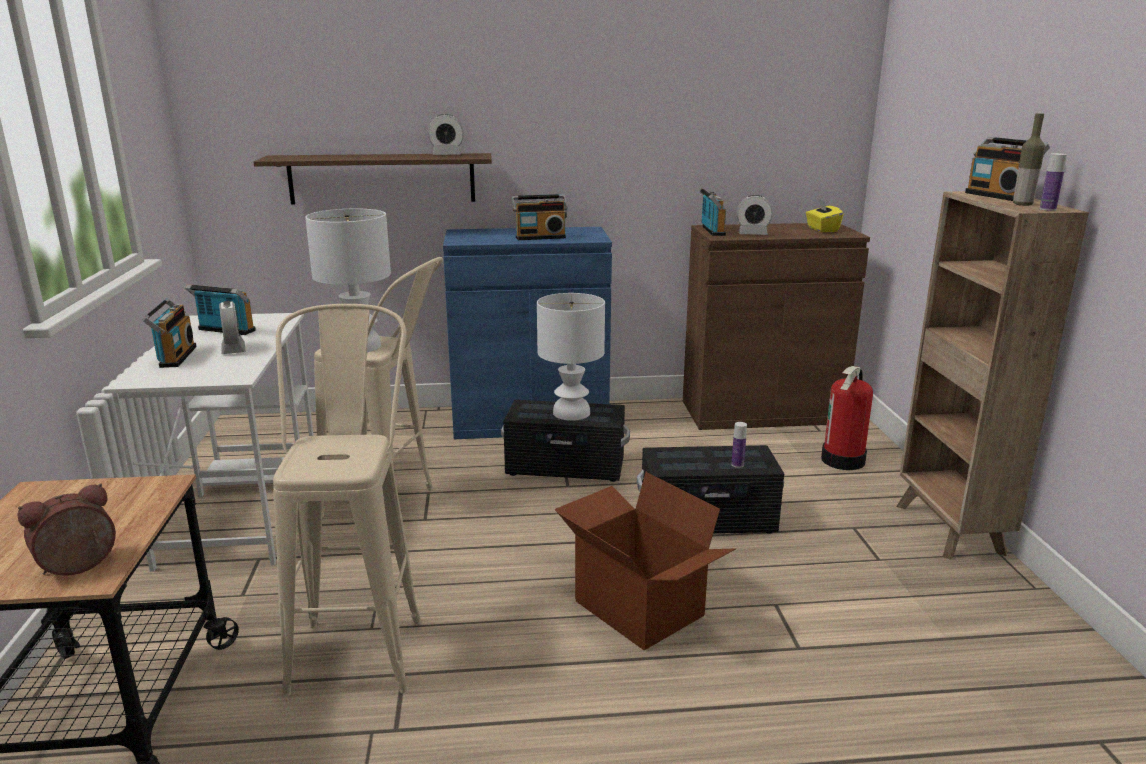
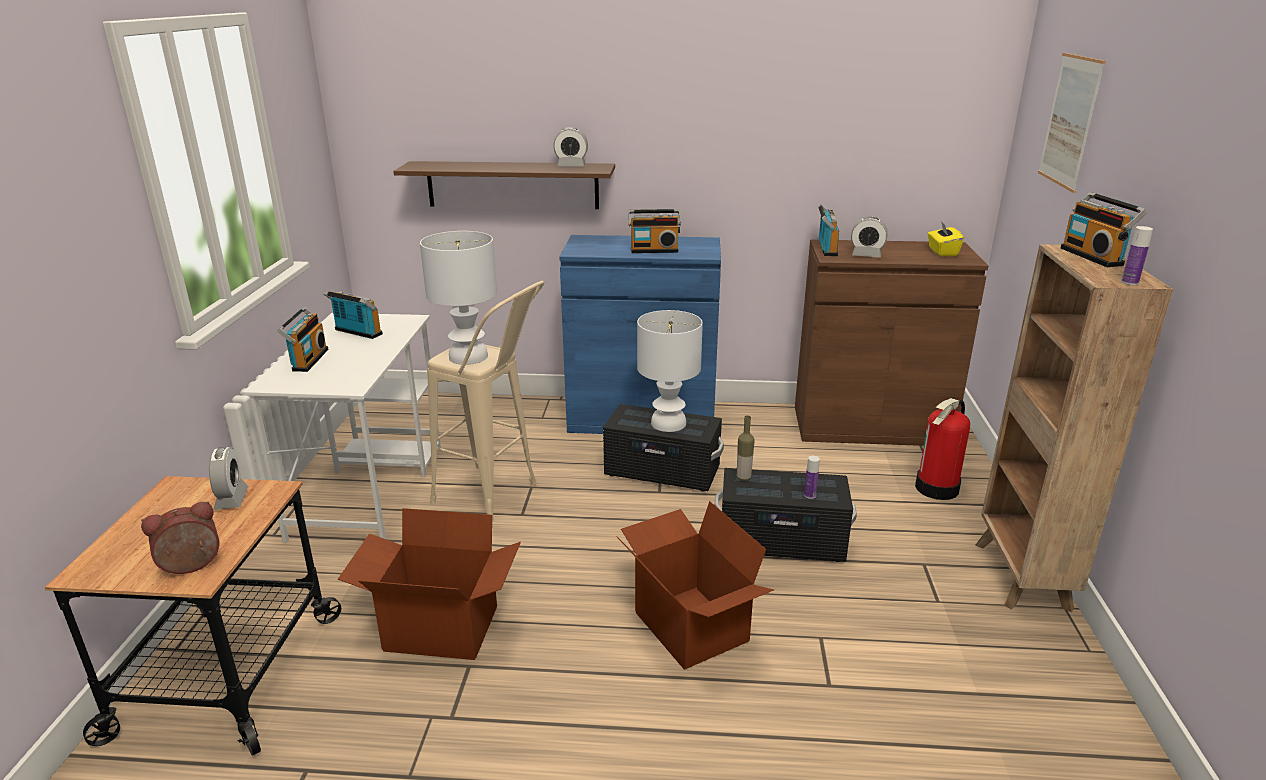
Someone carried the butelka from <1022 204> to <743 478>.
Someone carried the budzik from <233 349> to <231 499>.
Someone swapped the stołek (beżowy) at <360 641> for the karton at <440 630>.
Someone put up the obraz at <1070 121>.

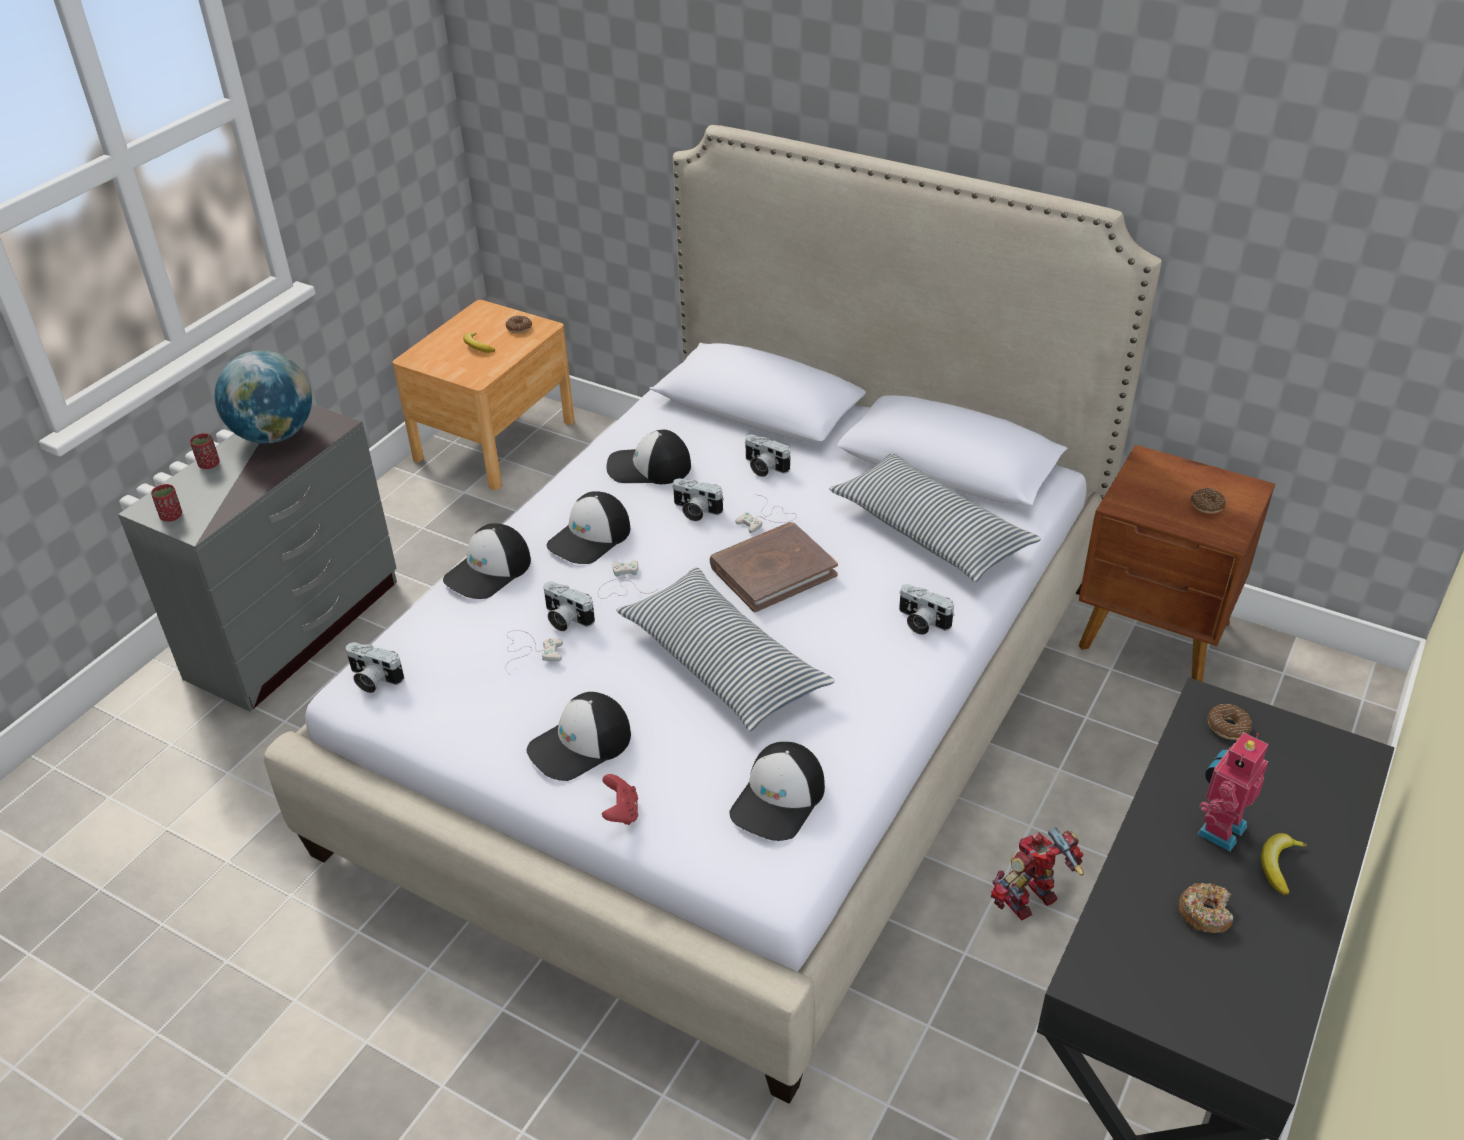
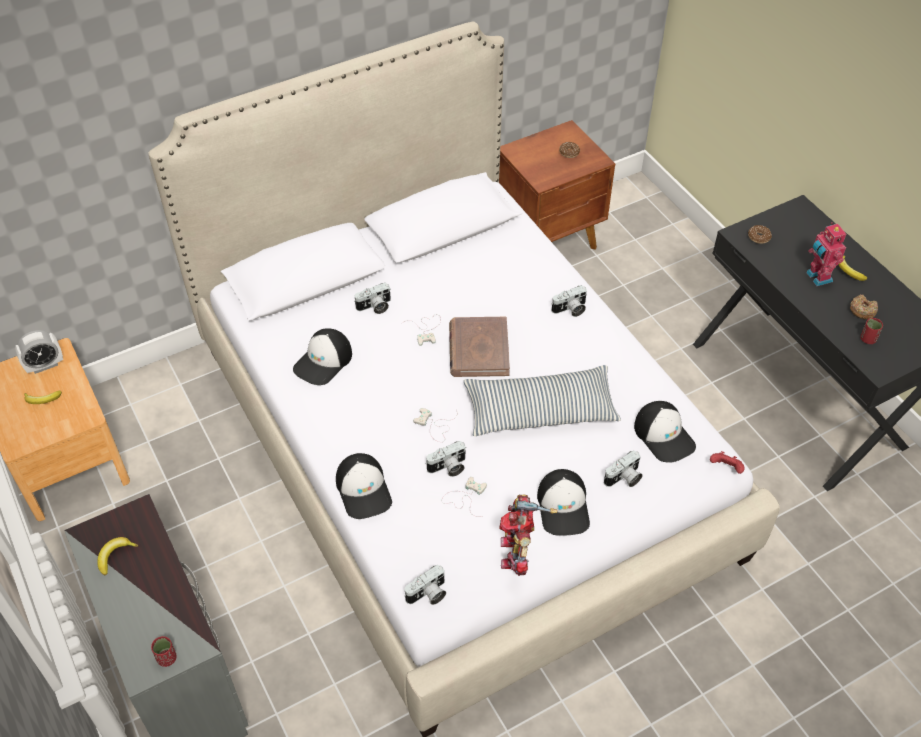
Someone swapped the donut at <519 328> for the budzik at <45 365>.
Someone swapped the globus at <275 435> for the banan at <115 556>.
Someone carried the filiżanka (czerwony) from <209 464> to <868 339>.
Someone took away the poduszka at <930 531>.
Someone carried the aparat fotograficzny from <695 511> to <624 479>.
Someone took away the czapka z daszkiem at <590 538>.
Someone carried the pad do gier (czerwony) from <621 812> to <726 468>.
Someone carried the robot zabawkowy from <1032 902> to <517 553>.

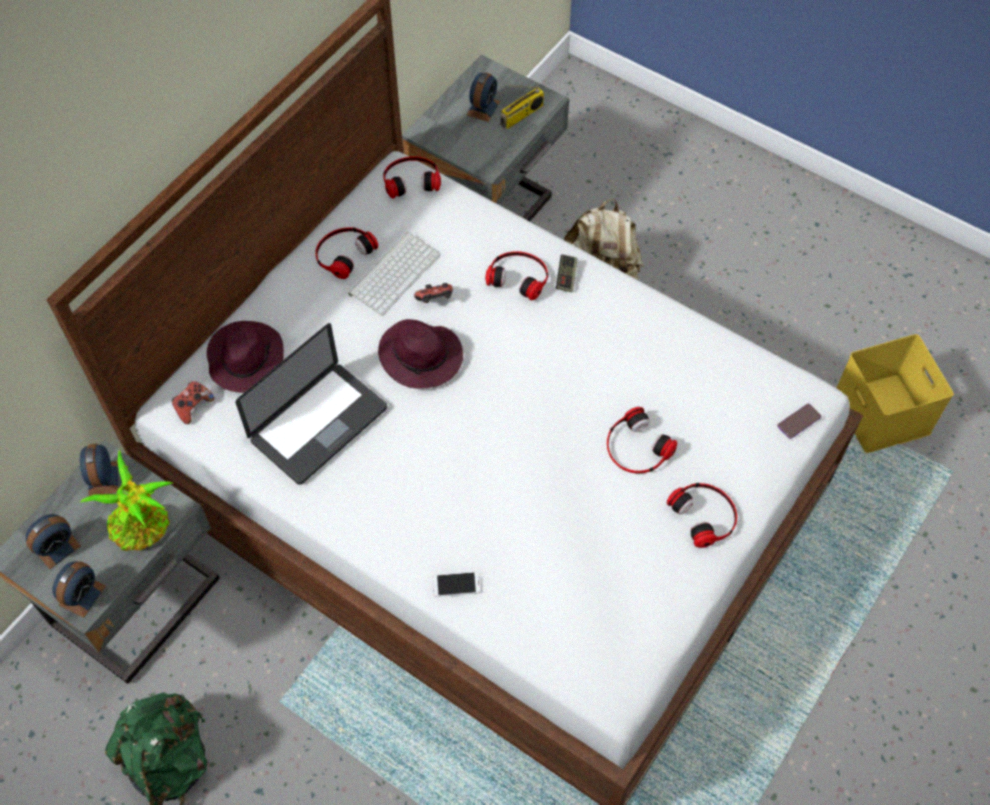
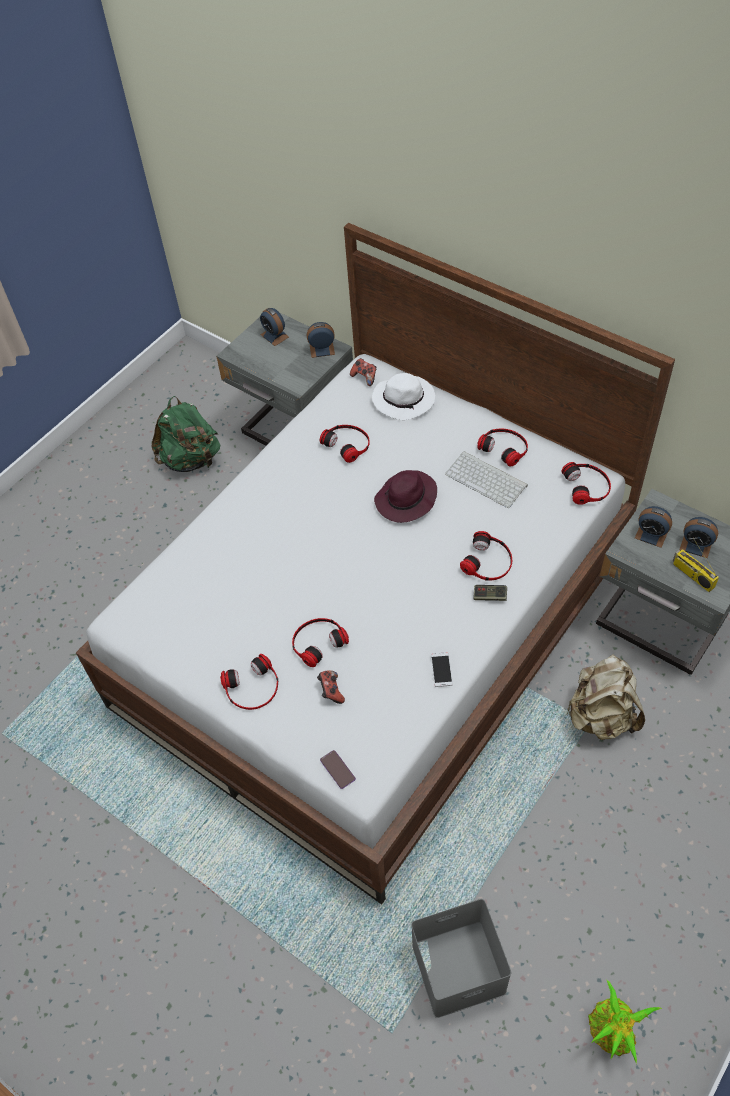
Someone carried the pad do gier from <435 300> to <331 691>.
Someone repainted the kapelusz (fioletowy) at <245 358>, which became the kapelusz (biały) at <404 400>.
Someone swapped the laptop at <319 424> for the słuchawki at <348 444>.
Someone repainted the pojemnik do przechowywania (żółty) at <879 412>, which became the pojemnik do przechowywania (szary) at <459 966>.
Someone carried the roślina doniczkowa from <143 527> to <613 1032>.
Someone carried the budzik from <82 595> to <651 535>.
Someone carried the telefon from <456 584> to <441 670>.

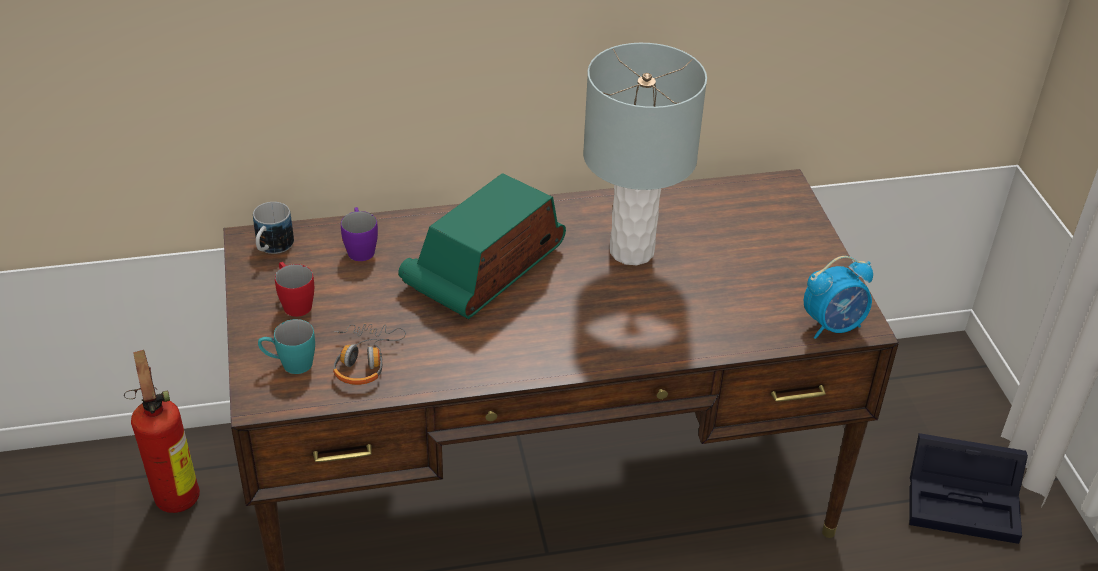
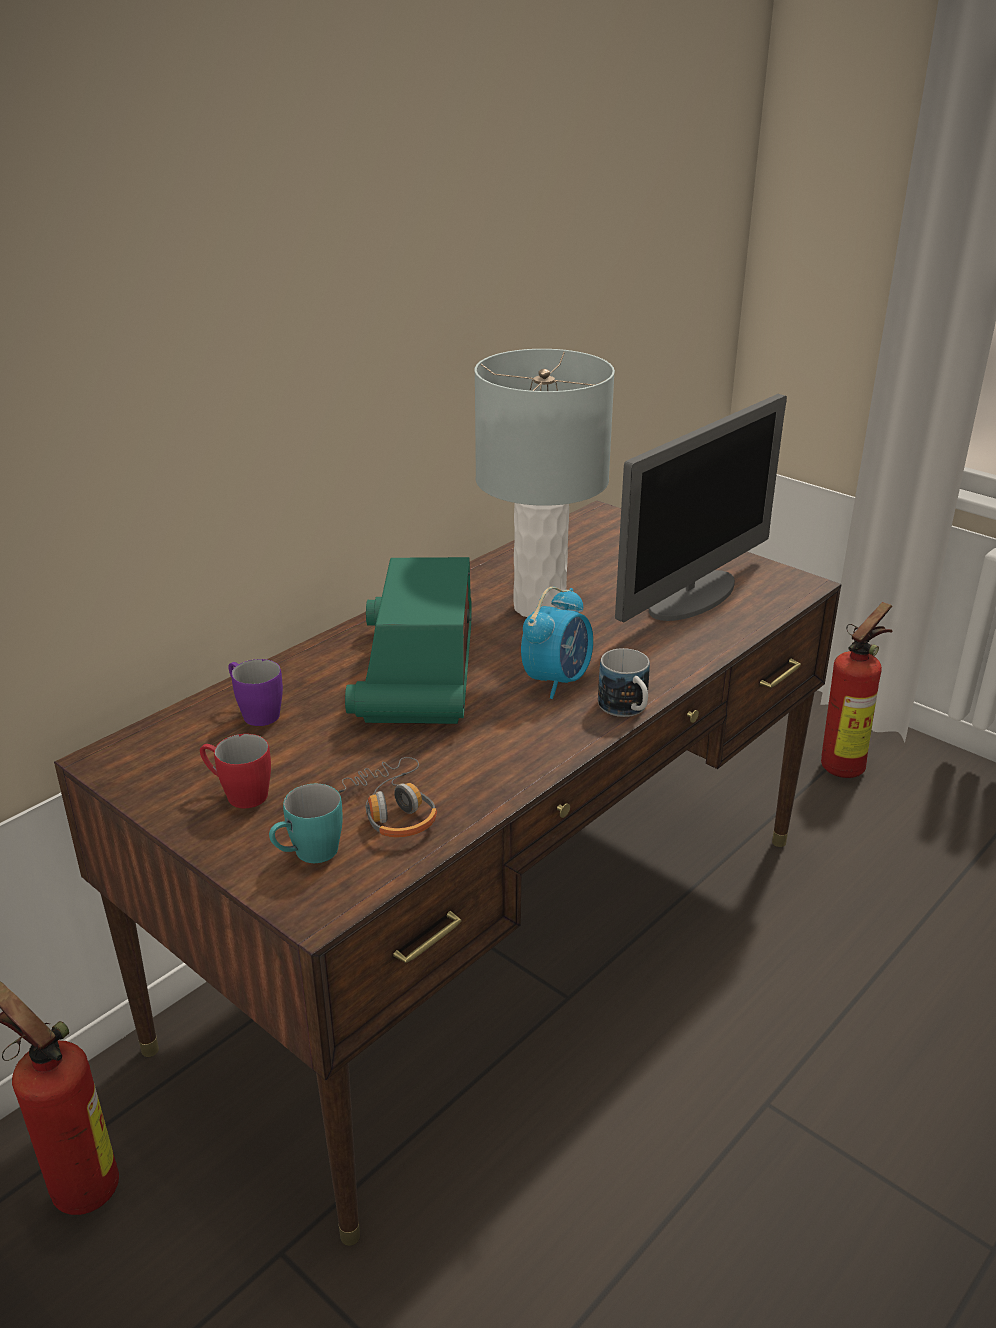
Someone carried the kubek from <271 248> to <627 710>.
Someone carried the budzik from <833 326> to <557 680>.
Someone swapped the pojemnik do przechowywania (czarny) at <966 502> for the gaśnica at <847 765>.
Someone put down the monitor at <692 596>.

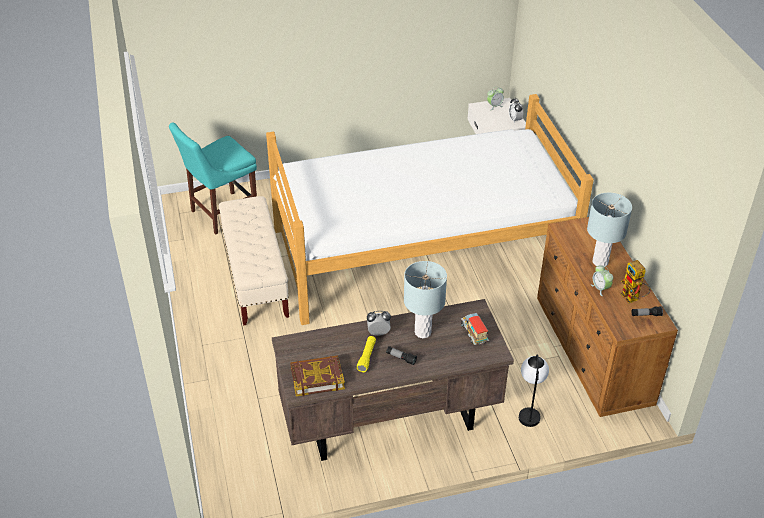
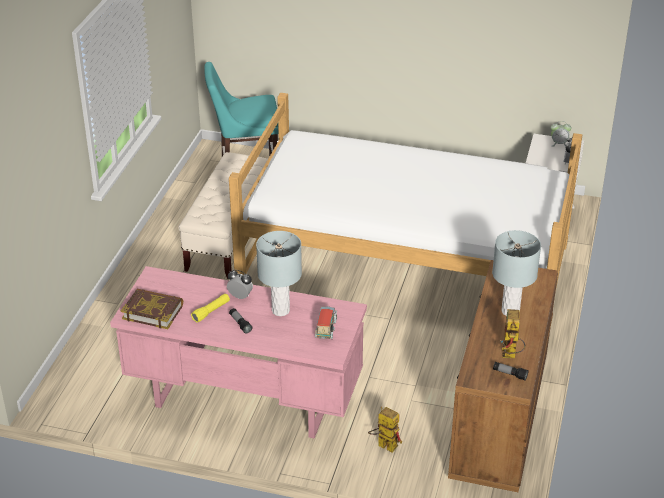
Someone took away the budzik at <600 288>.
Someone repainted the biurko (brązowy) at <389 421>, which became the biurko (różowy) at <243 400>.
Someone swapped the lampa stołowa at <529 411> for the robot zabawkowy at <383 445>.

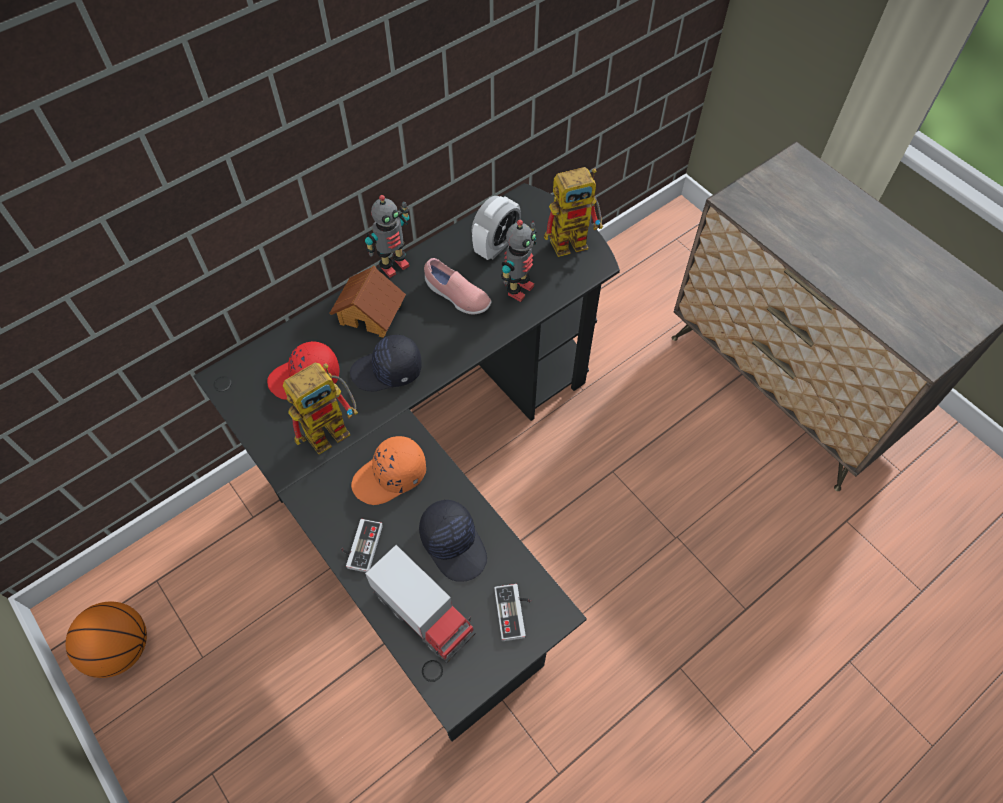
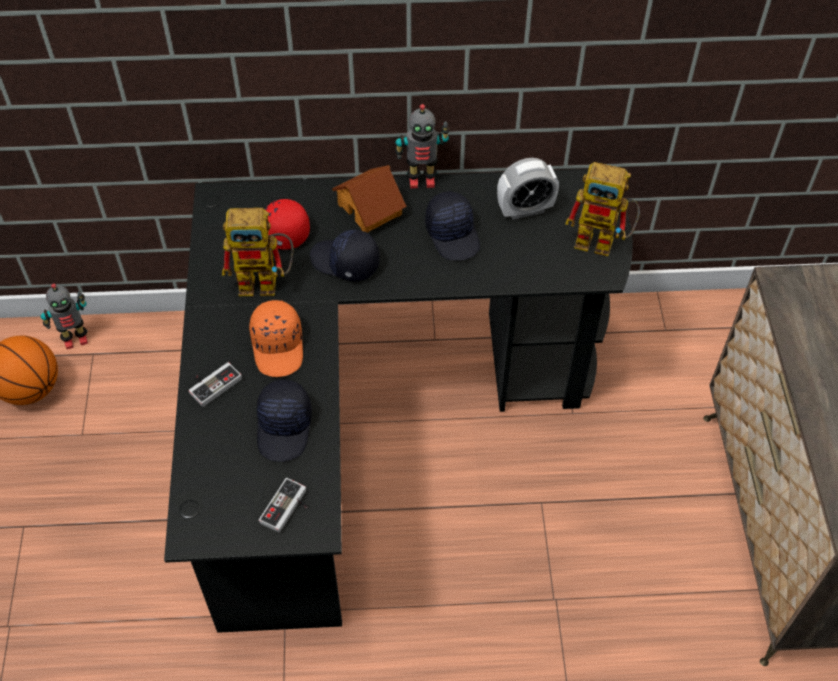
Someone carried the robot zabawkowy from <518 289> to <75 339>.
Someone swapped the but (różowy) at <457 297> for the czapka z daszkiem (czarny) at <453 234>.
Someone rotated the czapka z daszkiem (pomarańczowy) at <390 477> by 105 degrees counterclockwise.
Someone took away the ciężarówka zabawkowa at <423 614>.

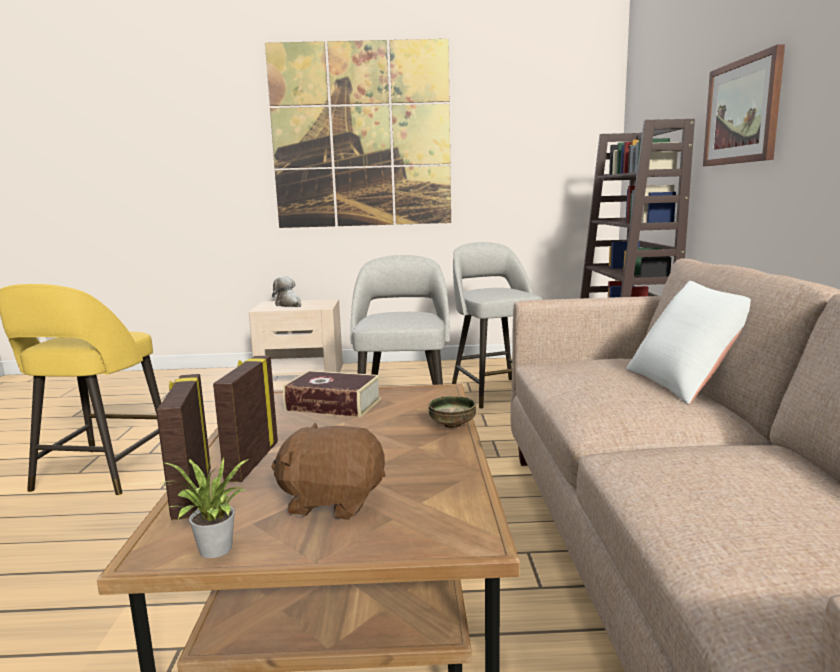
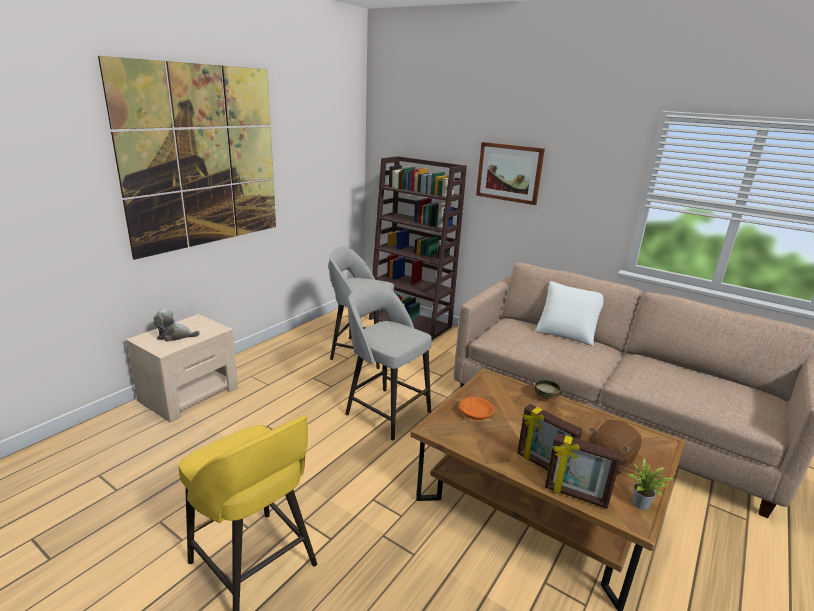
Someone swapped the książka at <333 404> for the miska (pomarańczowy) at <475 413>.

